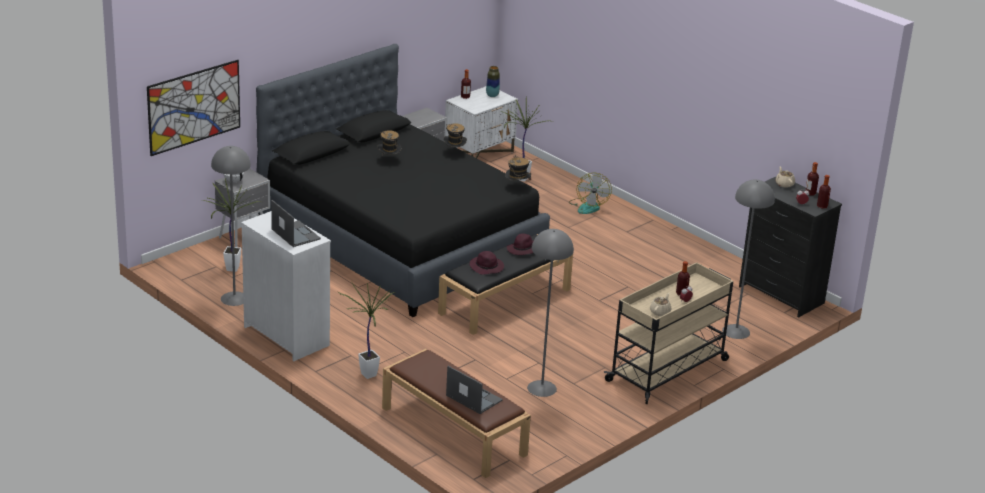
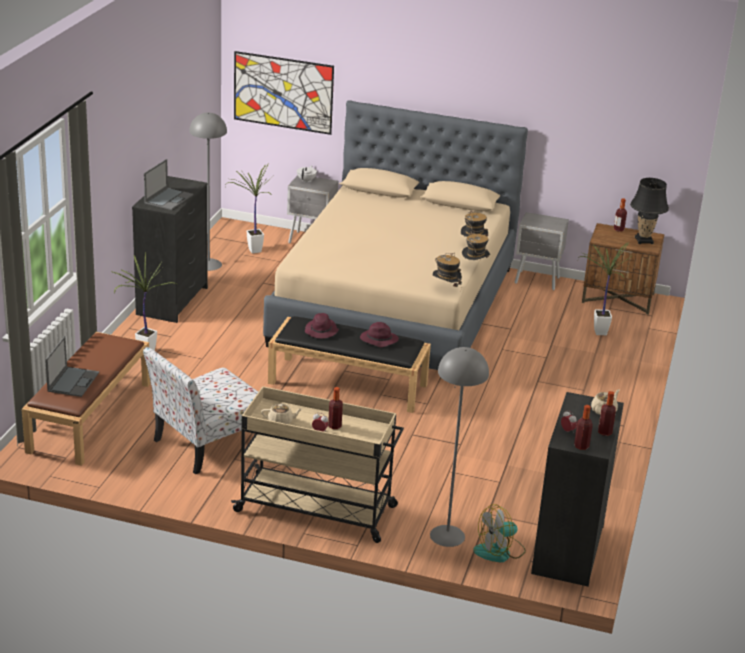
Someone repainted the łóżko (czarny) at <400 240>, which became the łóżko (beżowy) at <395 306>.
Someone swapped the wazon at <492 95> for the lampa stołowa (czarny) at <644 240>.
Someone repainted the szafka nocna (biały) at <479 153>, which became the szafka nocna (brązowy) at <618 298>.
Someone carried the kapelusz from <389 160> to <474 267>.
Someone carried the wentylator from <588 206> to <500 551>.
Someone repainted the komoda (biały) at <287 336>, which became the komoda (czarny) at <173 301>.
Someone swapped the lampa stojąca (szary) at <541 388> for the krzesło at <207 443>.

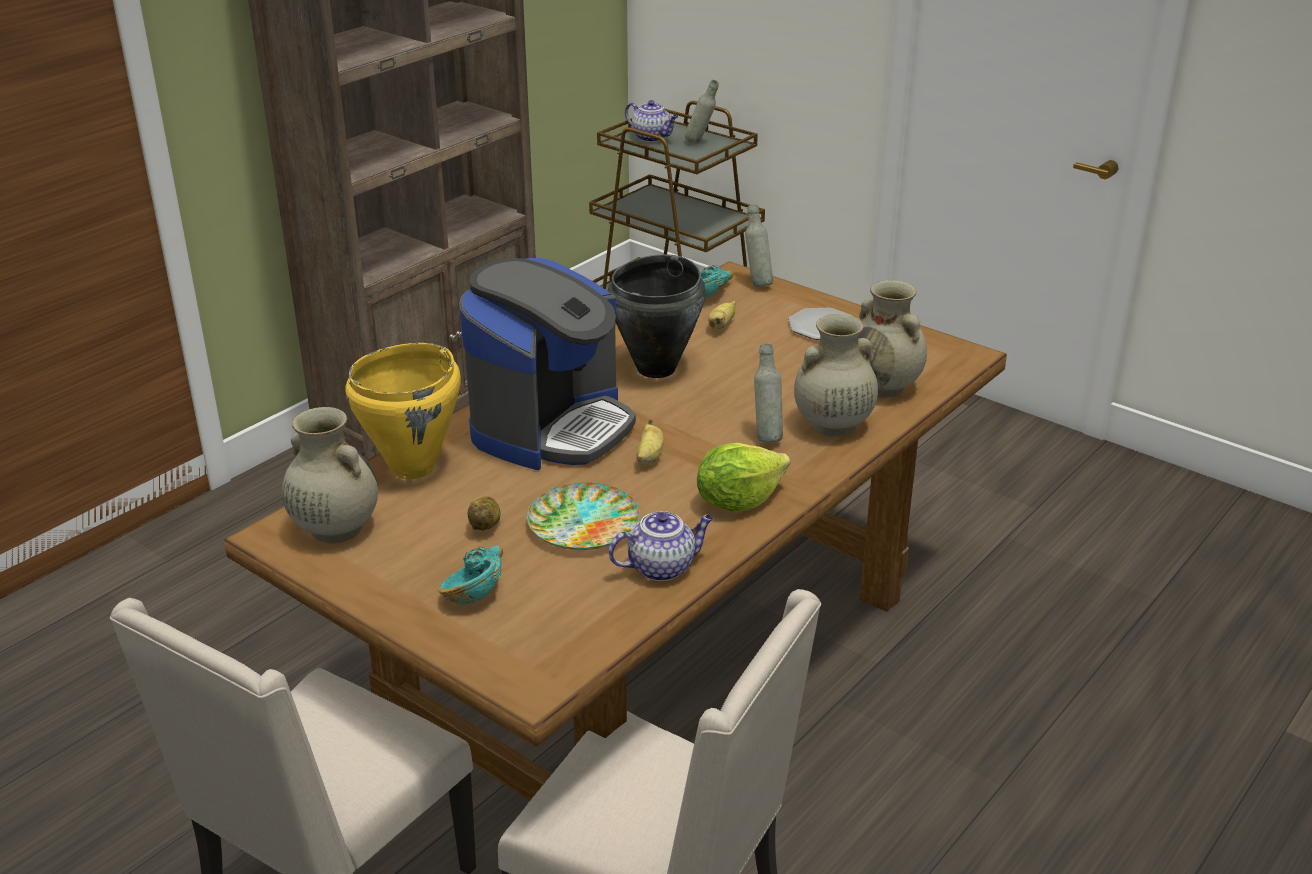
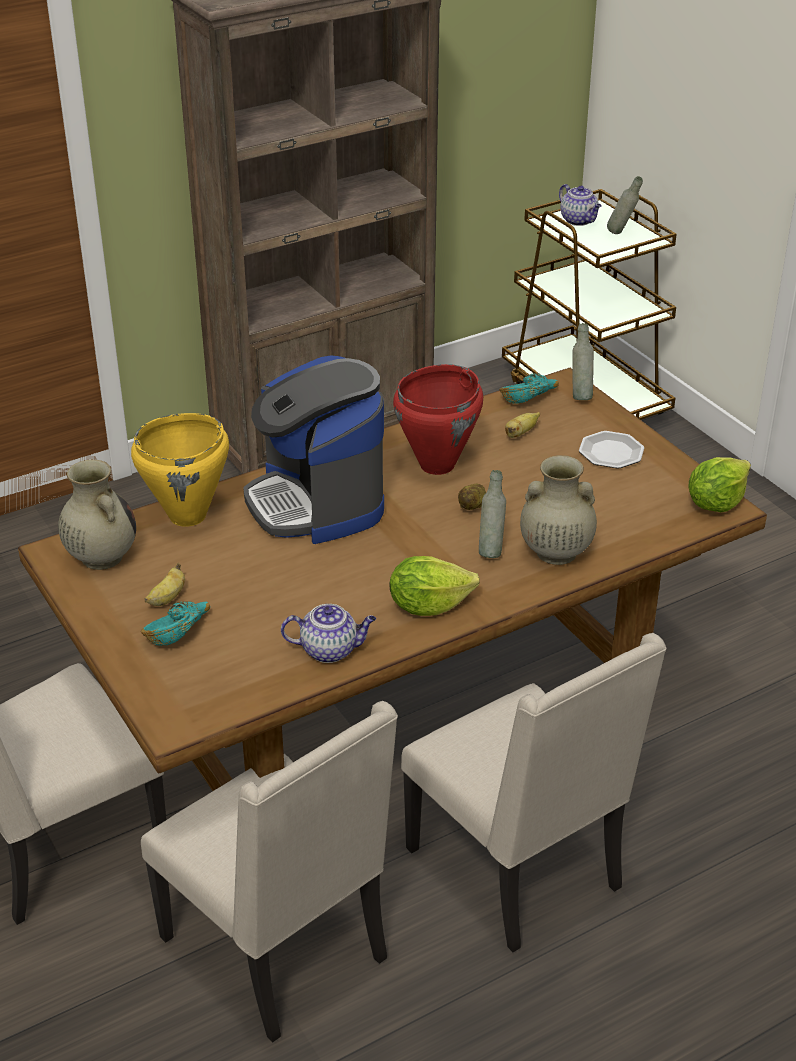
Someone repainted the garnek (czarny) at <657 368>, which became the garnek (czerwony) at <438 465>.
Someone rotated the ekspres do kawy at <551 427> by 105 degrees clockwise.
Someone took away the wazon (beżowy) at <884 387>.
Someone carried the banan from <649 457> to <167 598>.
Someone took away the talerz at <582 523>.
Someone carried the ziemniak from <486 525> to <473 506>.
Someone put down the sałata at <716 503>.
Someone put down the krzesło (beżowy) at <519 870>.

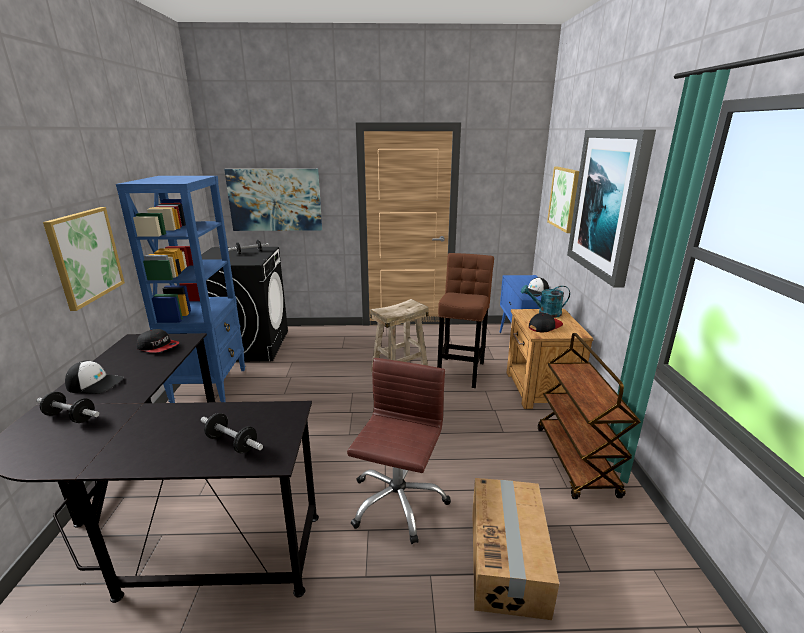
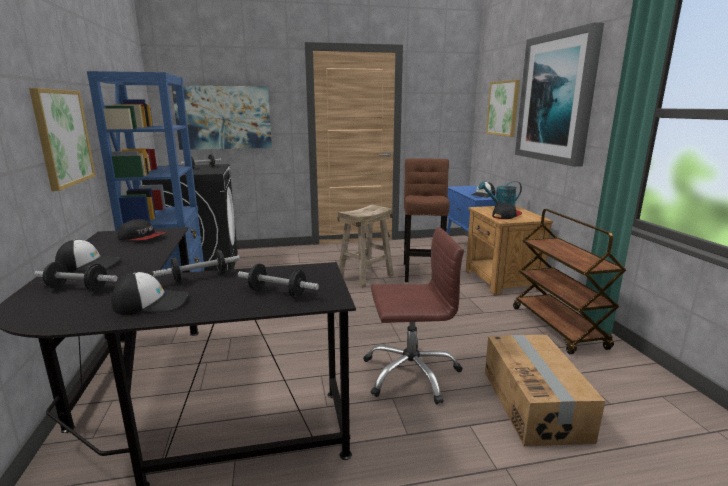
Someone rotated the krzesło biurowe (brązowy) at <397 502> by 75 degrees clockwise.
Someone put down the hantel at <199 277>.
Someone put down the czapka z daszkiem at <152 302>.

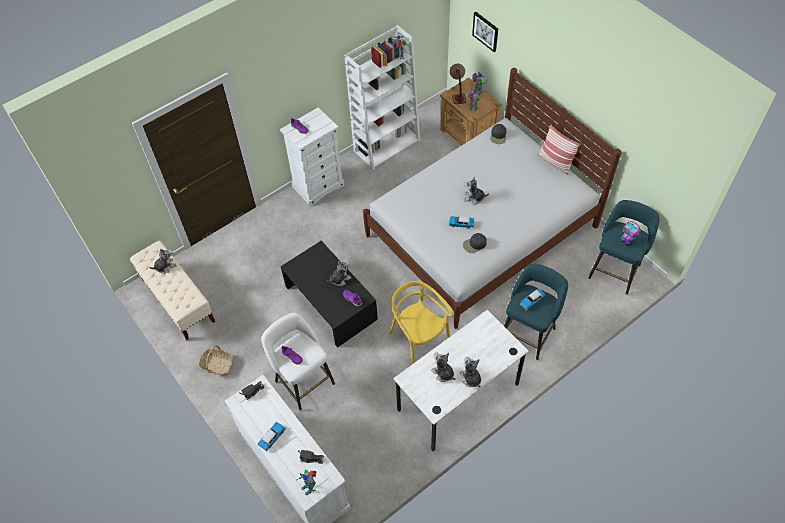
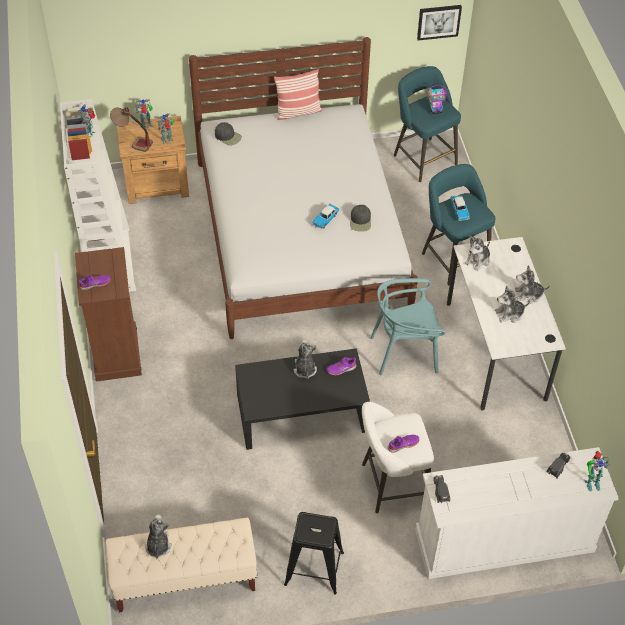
Someone carried the obraz from <486 31> to <438 21>.
Someone repainted the komoda (biały) at <318 185>, which became the komoda (brązowy) at <116 353>.
Someone carried the pluszak from <474 198> to <478 260>.
Someone repainted the krzesło (żółty) at <418 339>, which became the krzesło (turkusowy) at <404 352>.
Someone swapped the koszyk at <217 365> for the stołek (czarny) at <314 568>.
Someone took away the samochodzik at <272 437>.

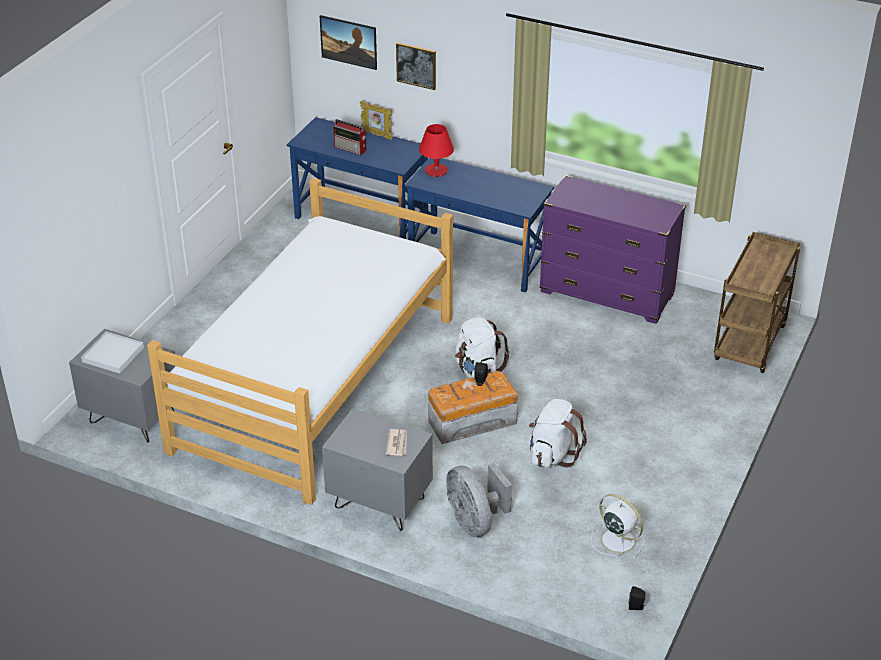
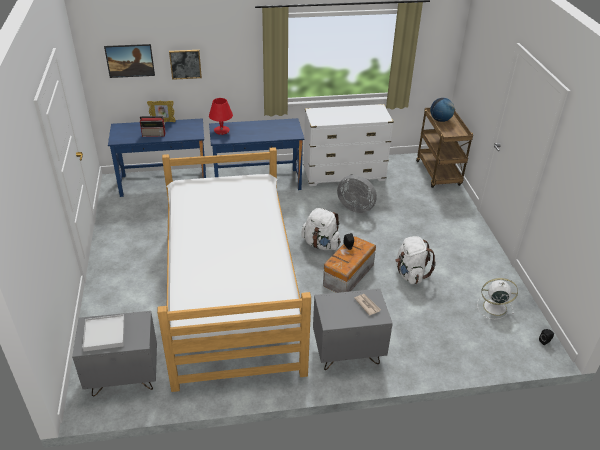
Someone repainted the komoda (fioletowy) at <607 294>, which became the komoda (biały) at <344 174>.
Someone carried the wentylator (szary) from <475 522> to <356 207>.
Someone put down the globus at <440 120>.

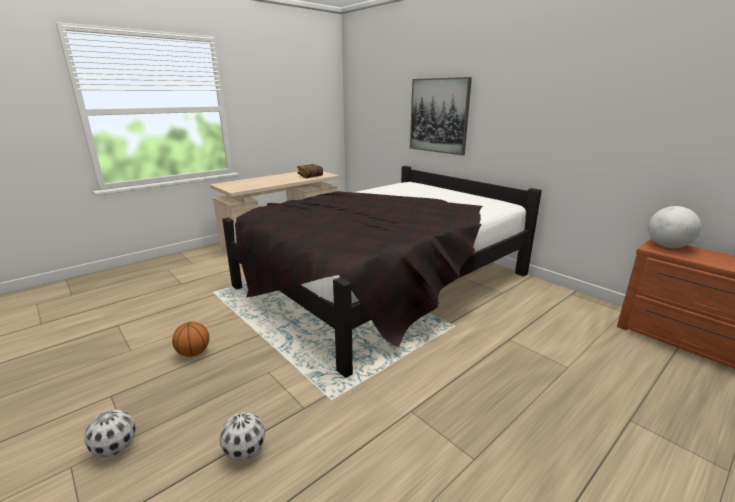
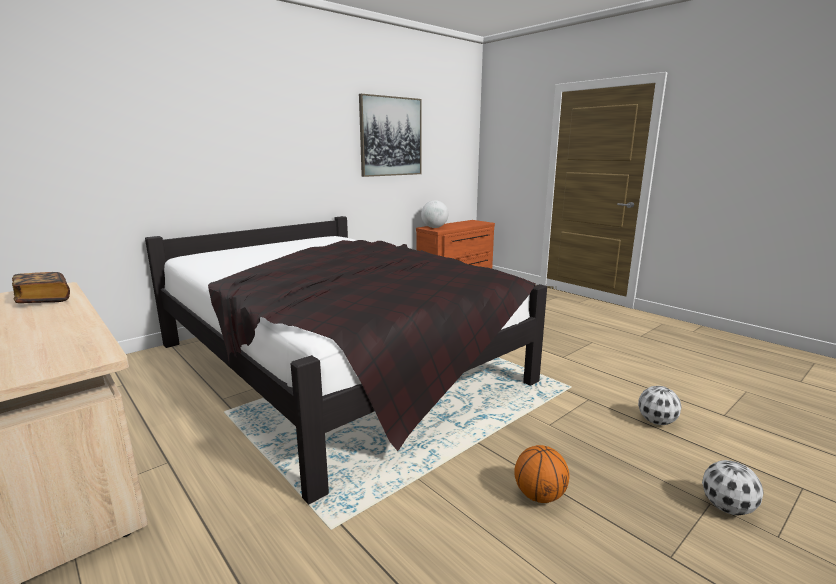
Someone carried the obraz from <439 116> to <391 136>.

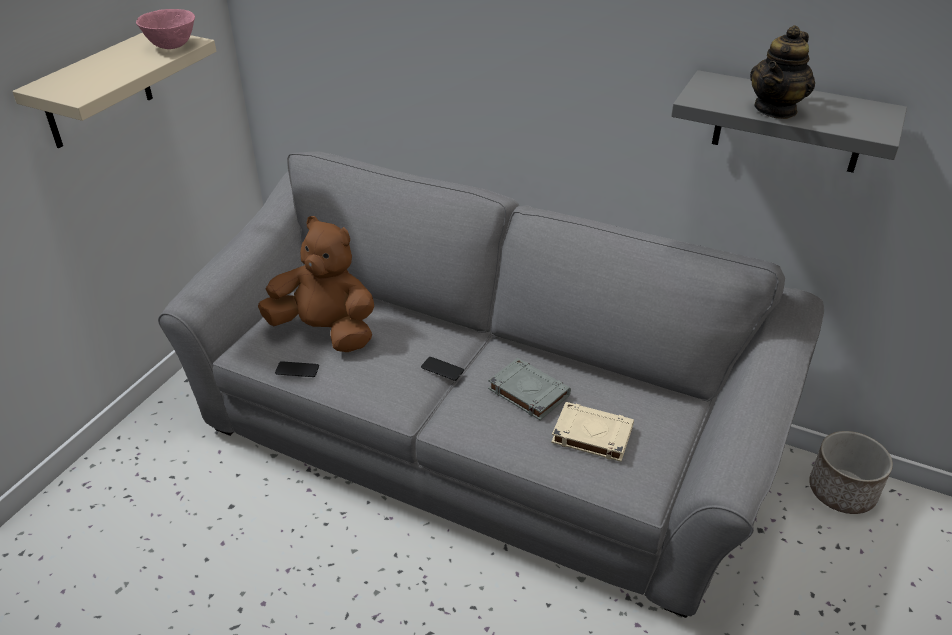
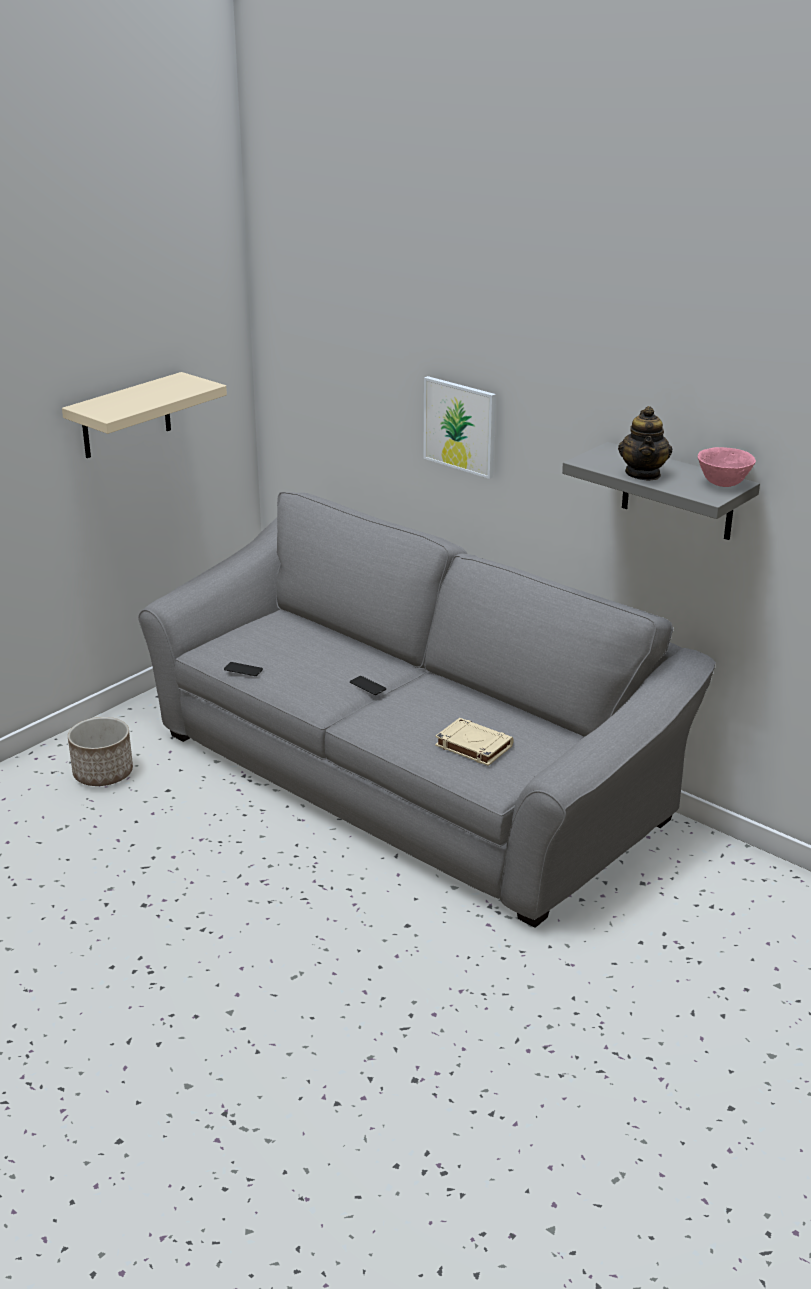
Someone carried the miska (różowy) from <172 46> to <723 484>.
Someone rotated the imbryk at <776 109> by 45 degrees counterclockwise.
Someone took away the pluszak (brązowy) at <326 331>.
Someone took away the książka (szary) at <527 392>.
Someone carried the donica from <842 491> to <104 773>.
Someone put up the obraz at <460 426>.

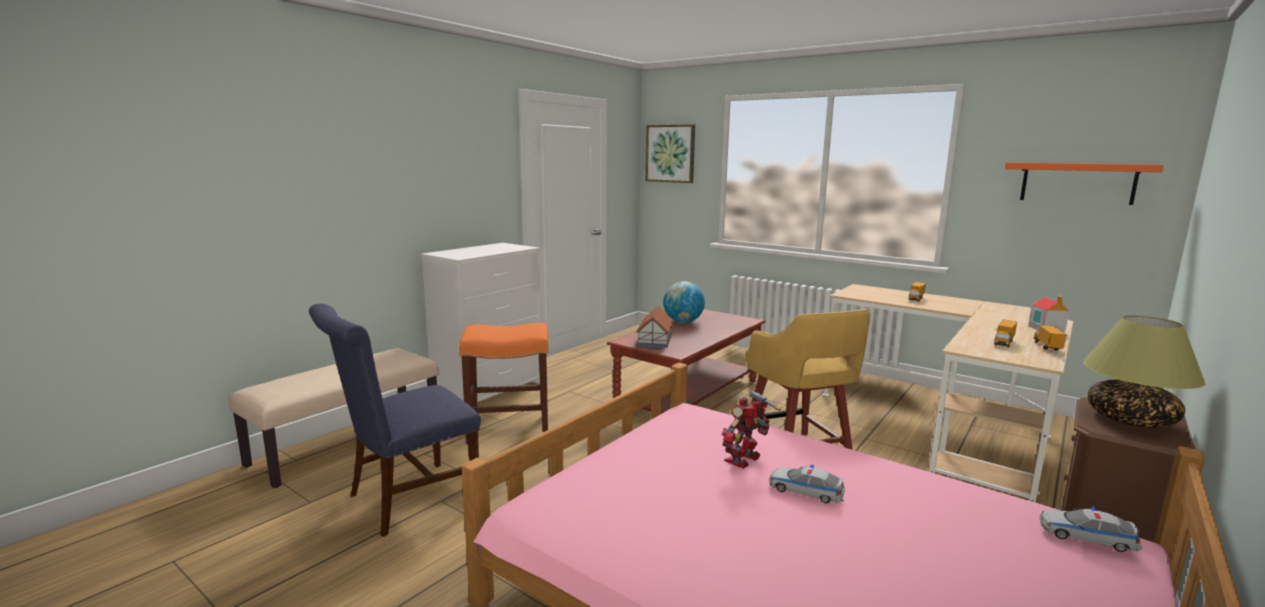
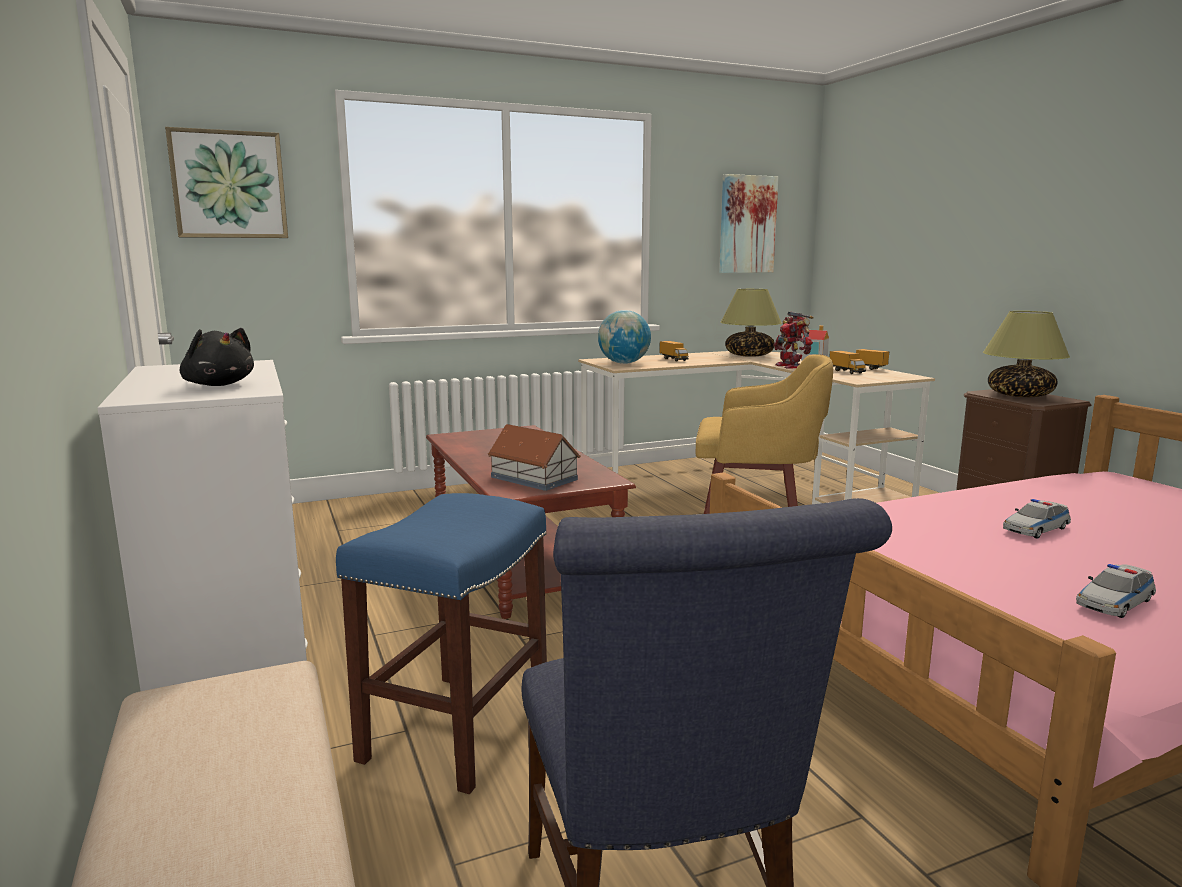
Someone swapped the półka (pomarańczowy) at <1077 183> for the obraz at <747 224>.
Someone carried the globus from <683 322> to <624 363>.
Someone repainted the stołek (pomarańczowy) at <510 428>, which became the stołek (niebieski) at <457 727>.
Someone carried the robot zabawkowy from <745 460> to <791 366>.
Someone carried the samochodzik from <1087 537> to <1115 603>.
Someone put down the lampa stołowa at <749 355>.
Someone put down the pluszak (czarny) at <218 385>.

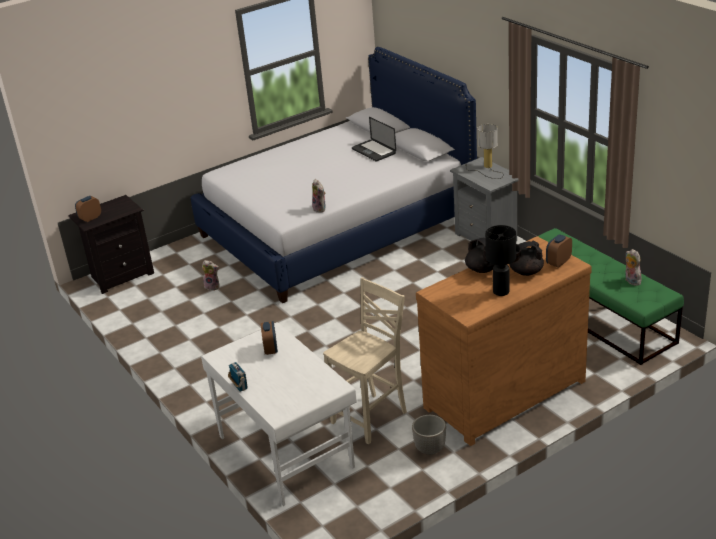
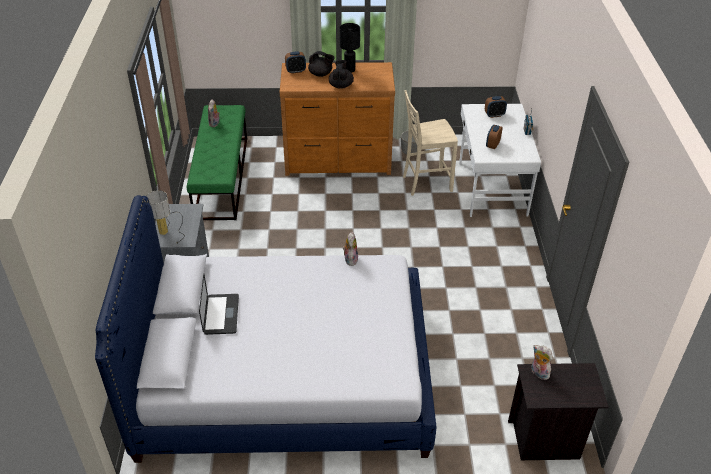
Someone carried the budzik from <90 218> to <494 115>.
Someone carried the pluszak from <213 286> to <538 373>.

